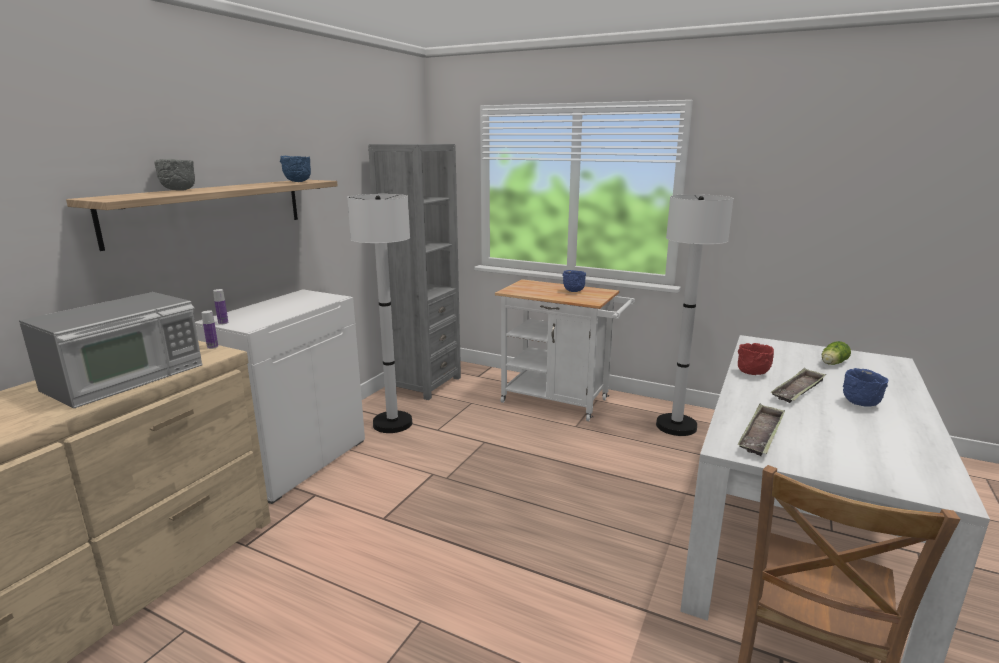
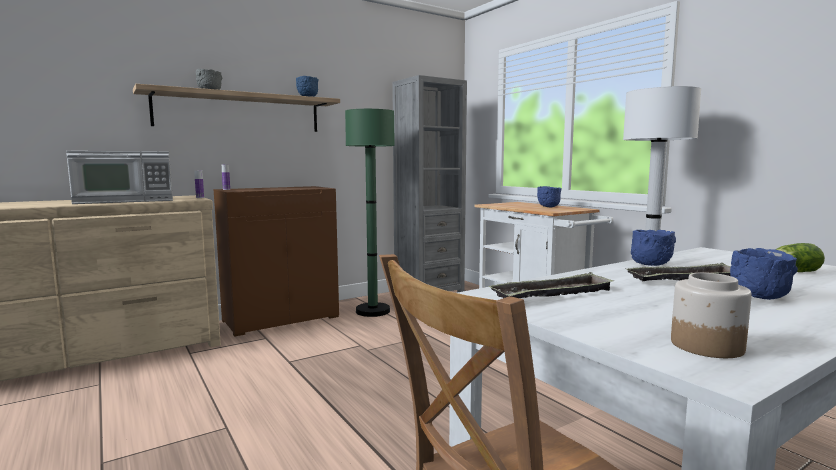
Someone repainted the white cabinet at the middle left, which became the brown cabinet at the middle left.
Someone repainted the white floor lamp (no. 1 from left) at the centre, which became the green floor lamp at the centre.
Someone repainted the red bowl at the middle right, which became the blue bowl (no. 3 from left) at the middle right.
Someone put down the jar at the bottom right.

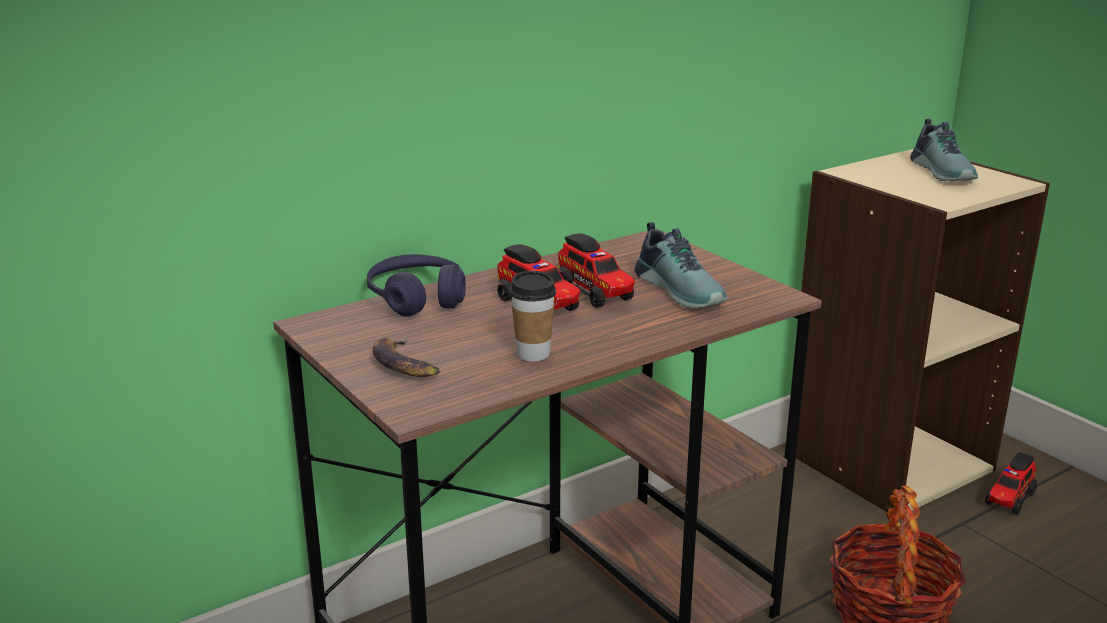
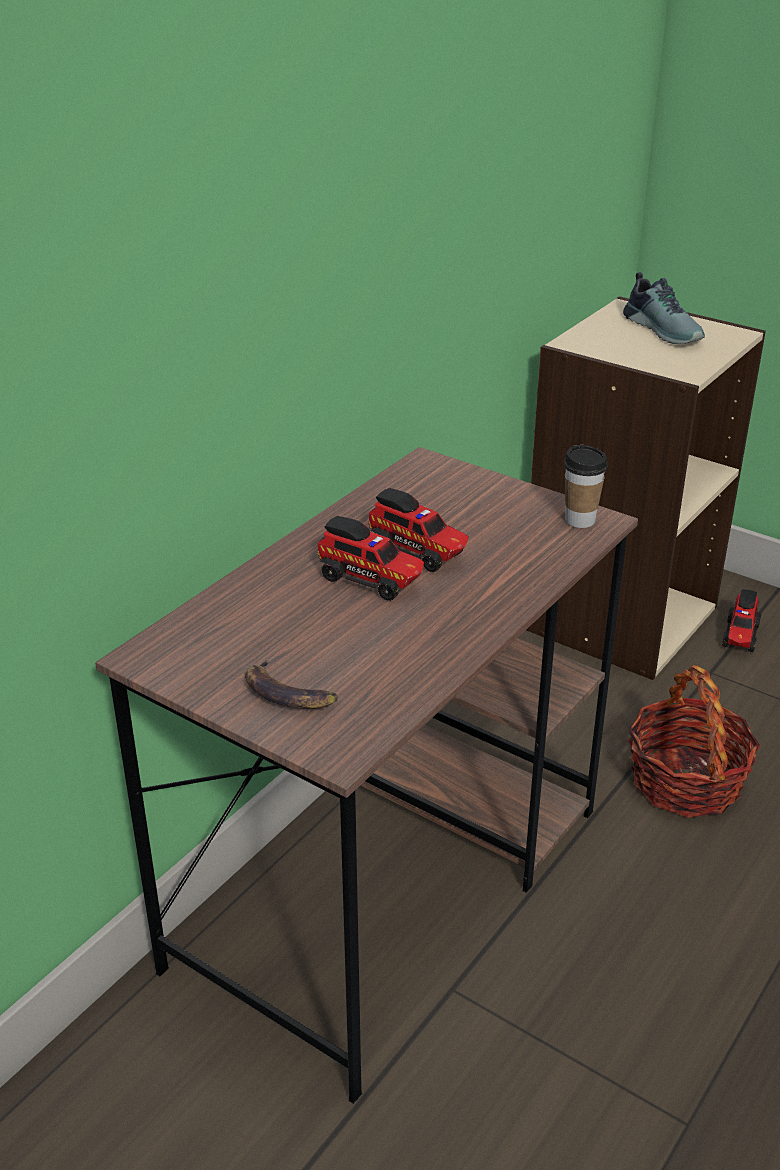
Someone carried the cup from the centre to the middle right.
Someone took away the purple headphones at the centre.
Someone took away the shoe (no. 1 from left) at the centre.

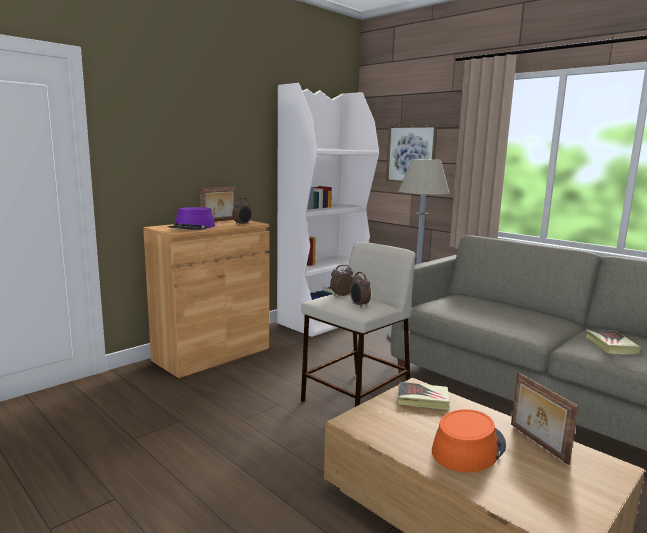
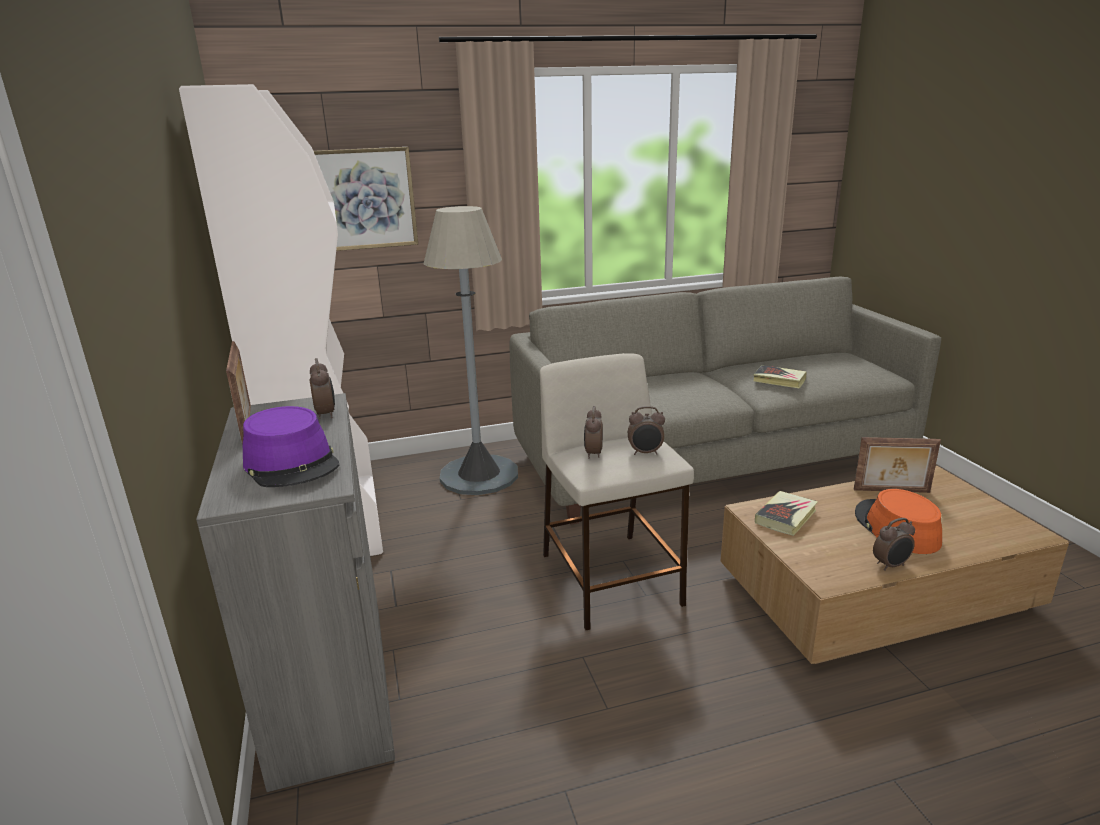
Someone repainted the brown cabinet at the middle left, which became the grey cabinet at the bottom left.
Someone put down the alarm clock (no. 4 from left) at the middle right.

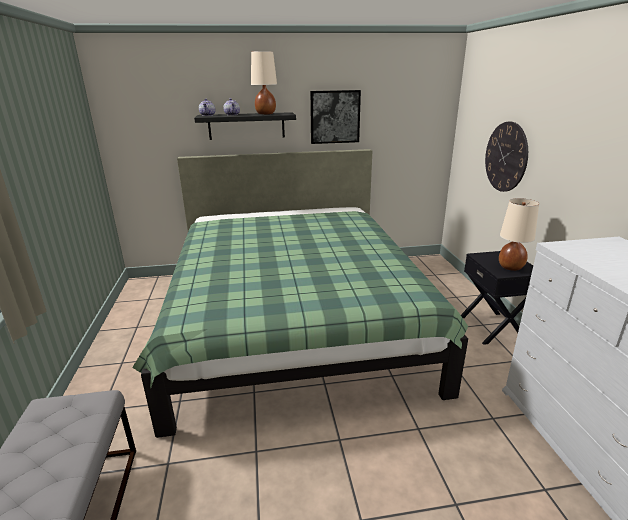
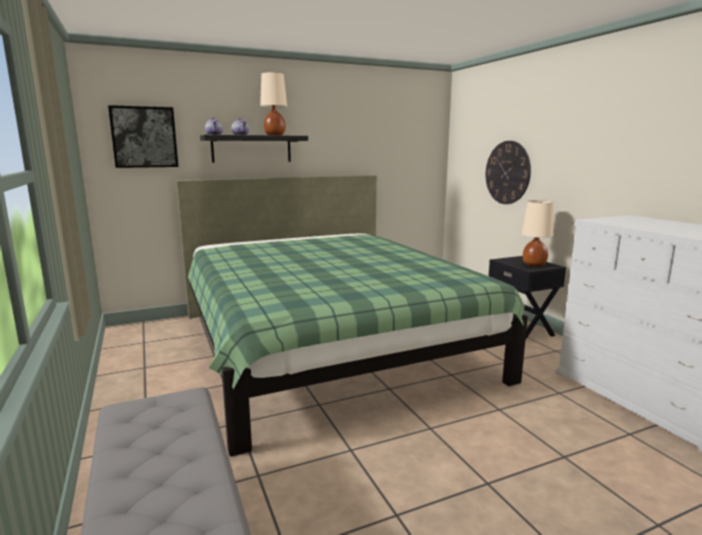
Someone carried the picture from the top centre to the top left.

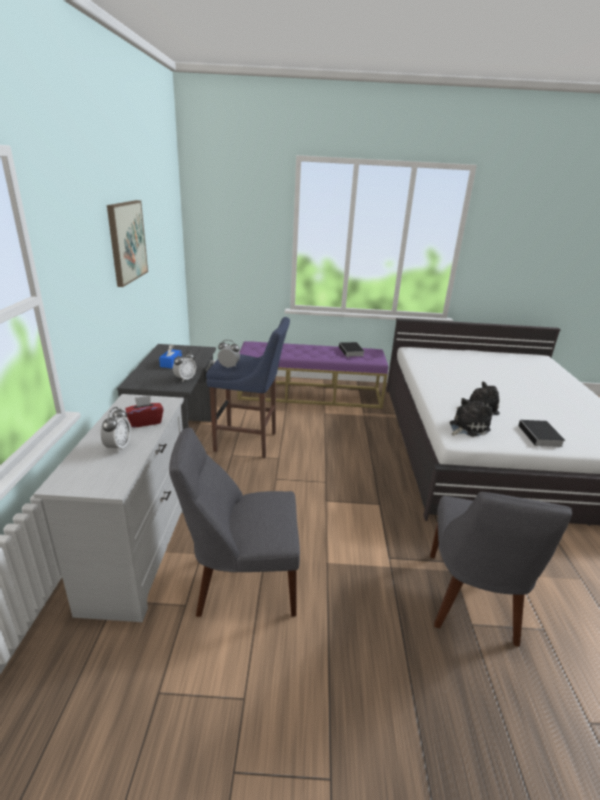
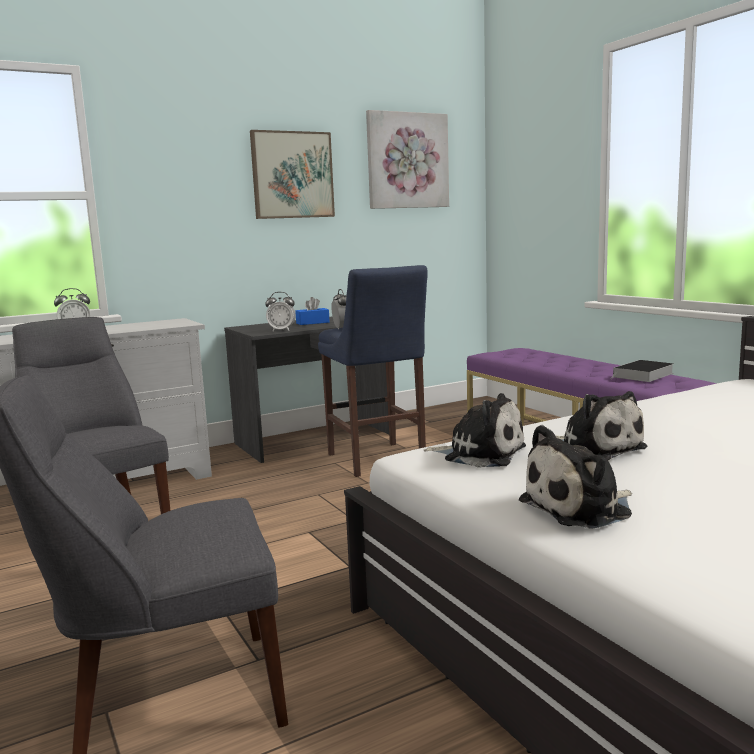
Someone put up the picture (no. 2 from left) at the top centre.
Someone swapped the book (no. 2 from left) at the middle right for the plush toy (no. 2 from left) at the middle right.
Someone took away the red tissue box at the middle left.

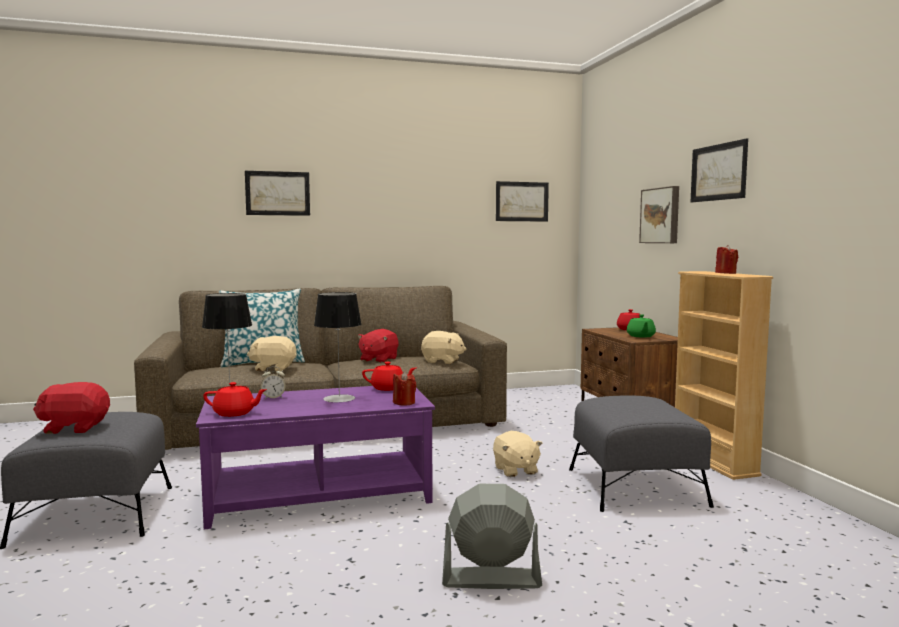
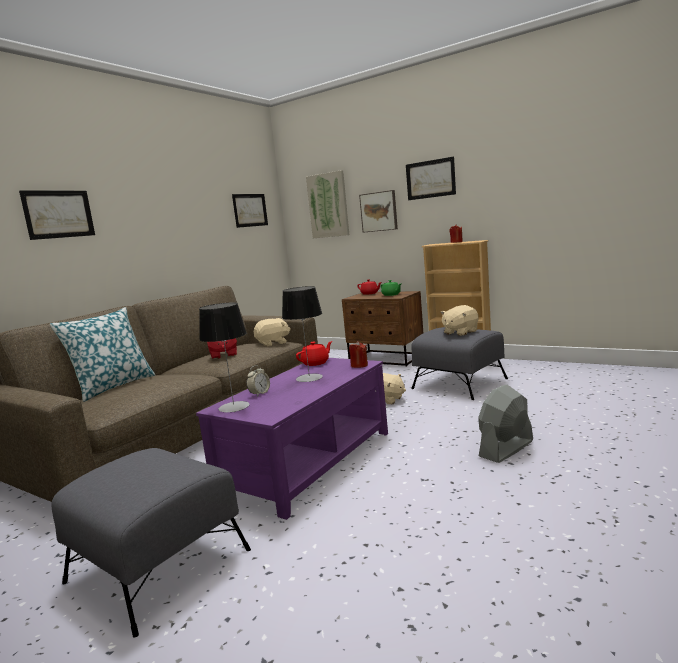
Someone put up the picture (no. 3 from left) at the top centre.
Someone carried the beige plush toy (no. 1 from left in the first image) from the middle left to the middle right.
Someone took away the red plush toy (no. 1 from left) at the middle left.
Someone took away the red teapot (no. 1 from left) at the middle left.

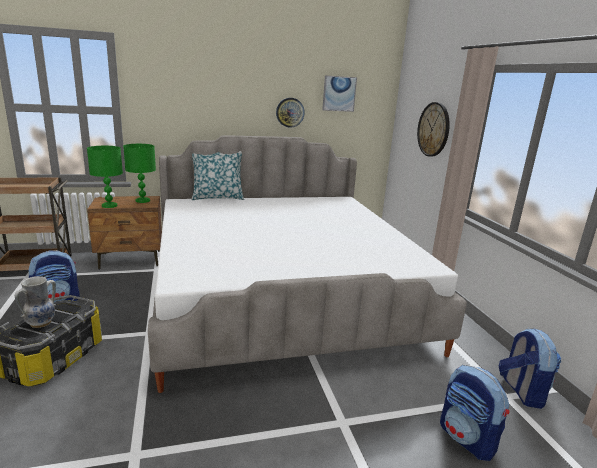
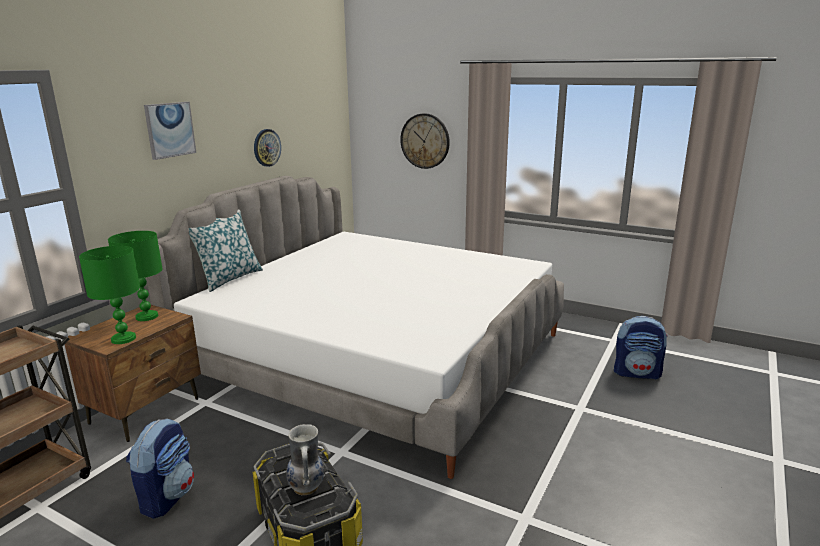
Someone carried the picture from the top centre to the top left.
Someone took away the backpack (no. 3 from left) at the bottom right.

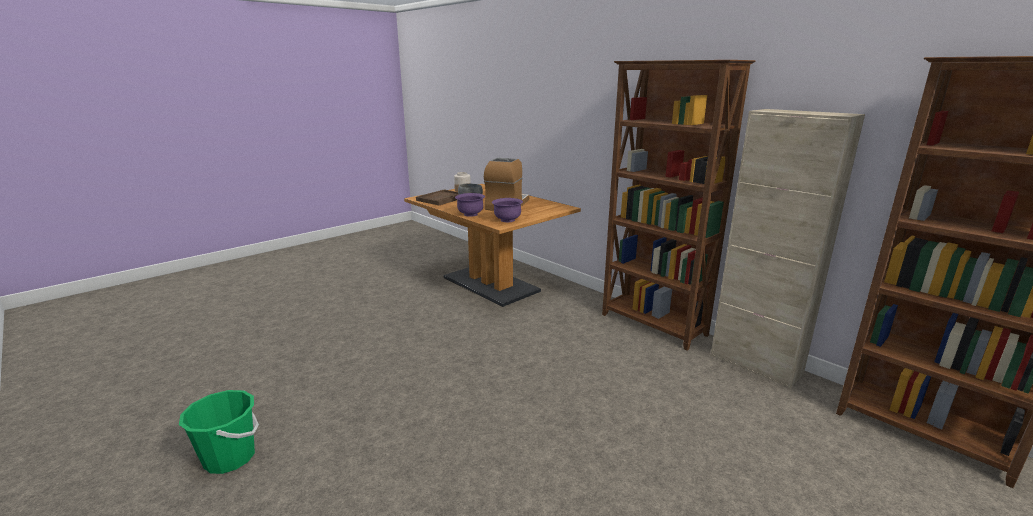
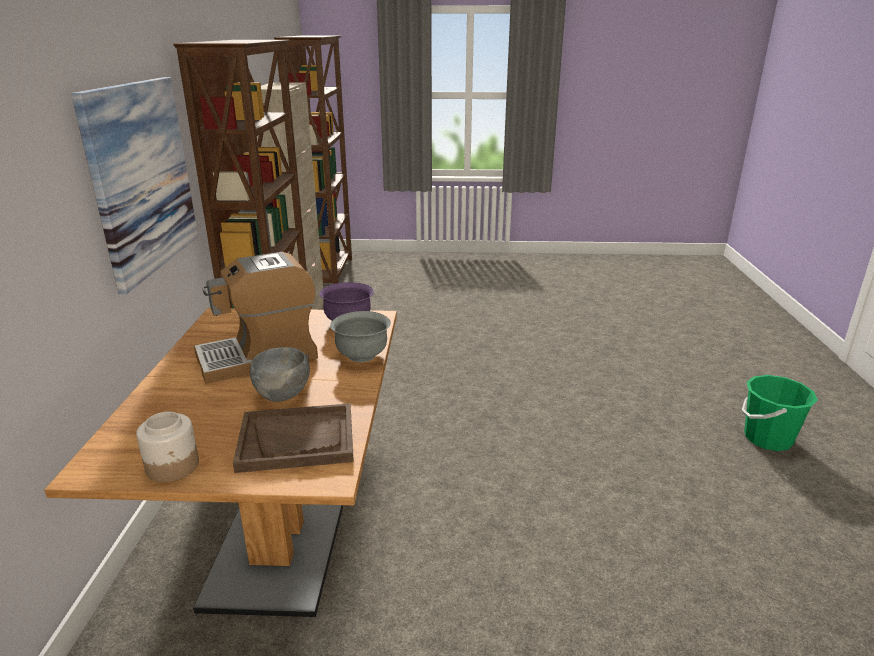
Someone put up the picture at the top left.
Someone repainted the purple bowl (no. 1 from left) at the centre, which became the grey bowl (no. 2 from left) at the centre.

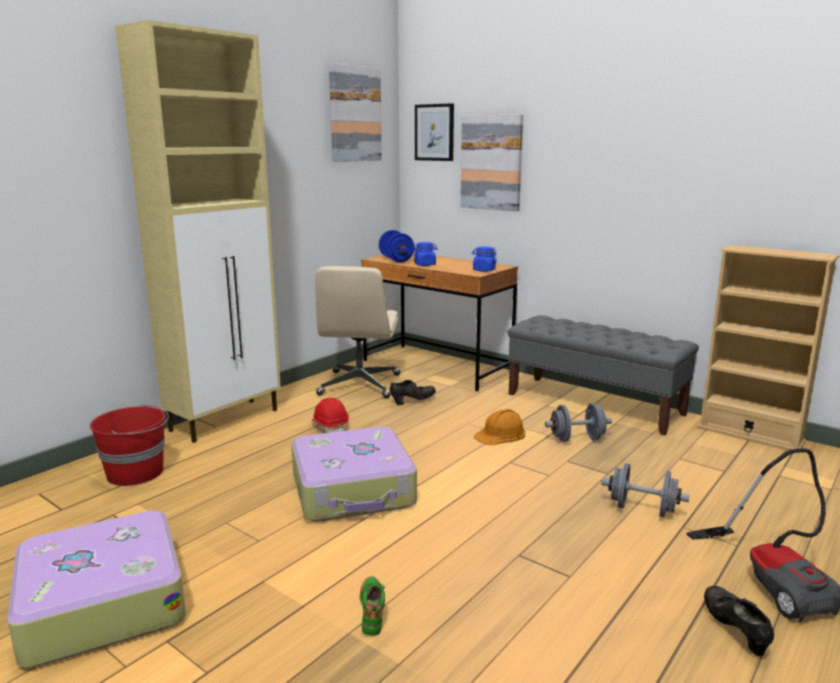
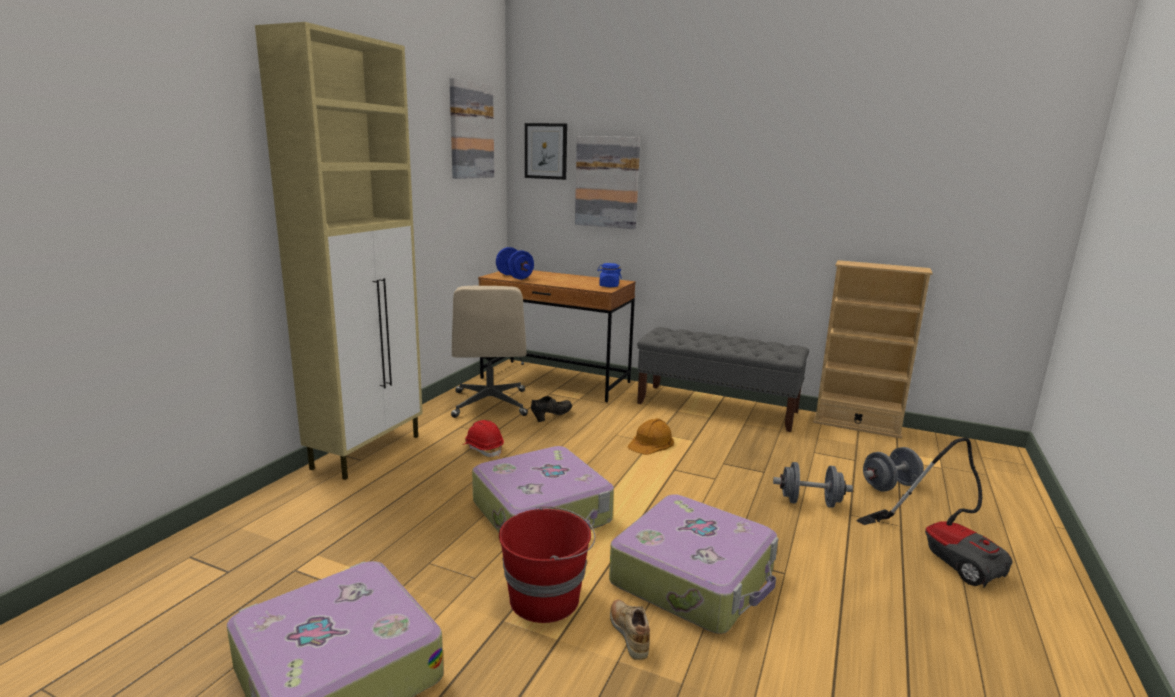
Someone carried the red bucket from the middle left to the bottom centre.
Someone put down the suitcase (no. 3 from left) at the bottom centre.
Someone repainted the green shoe at the bottom centre, which became the beige shoe at the bottom centre.
Someone carried the grey dumbbell (no. 1 from left in the first image) from the middle right to the bottom right.
Someone took away the blue jar (no. 1 from left) at the centre.
Someone took away the black shoe (no. 2 from left) at the bottom right.

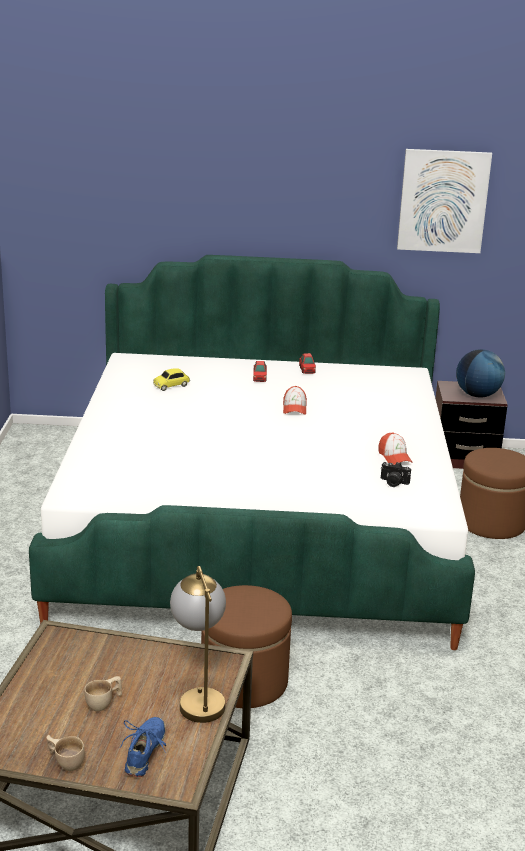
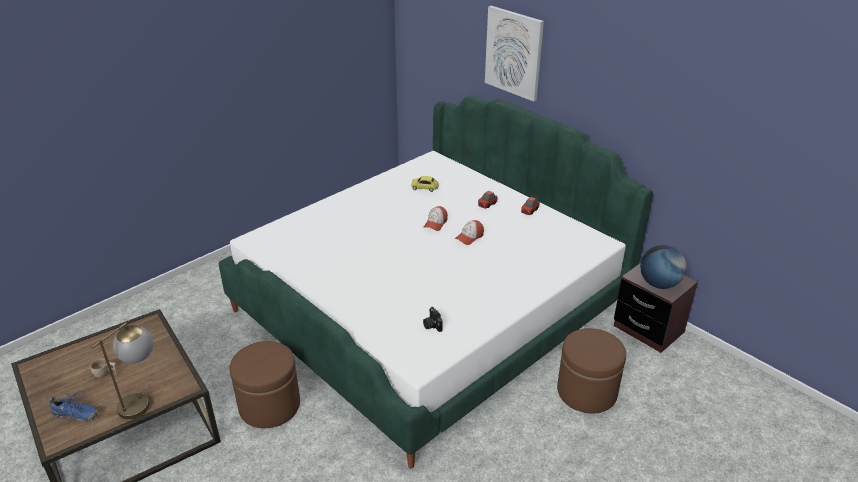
Someone rotated the blue shoe at the bottom left by 45 degrees clockwise.
Someone carried the cap (no. 2 from left in the first image) from the middle right to the centre.
Someone carried the picture from the top right to the top centre.
Someone took away the beige cup (no. 1 from left) at the bottom left.

